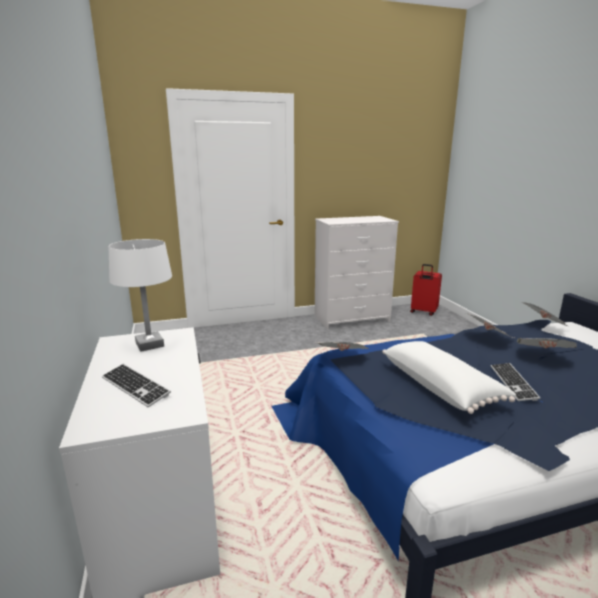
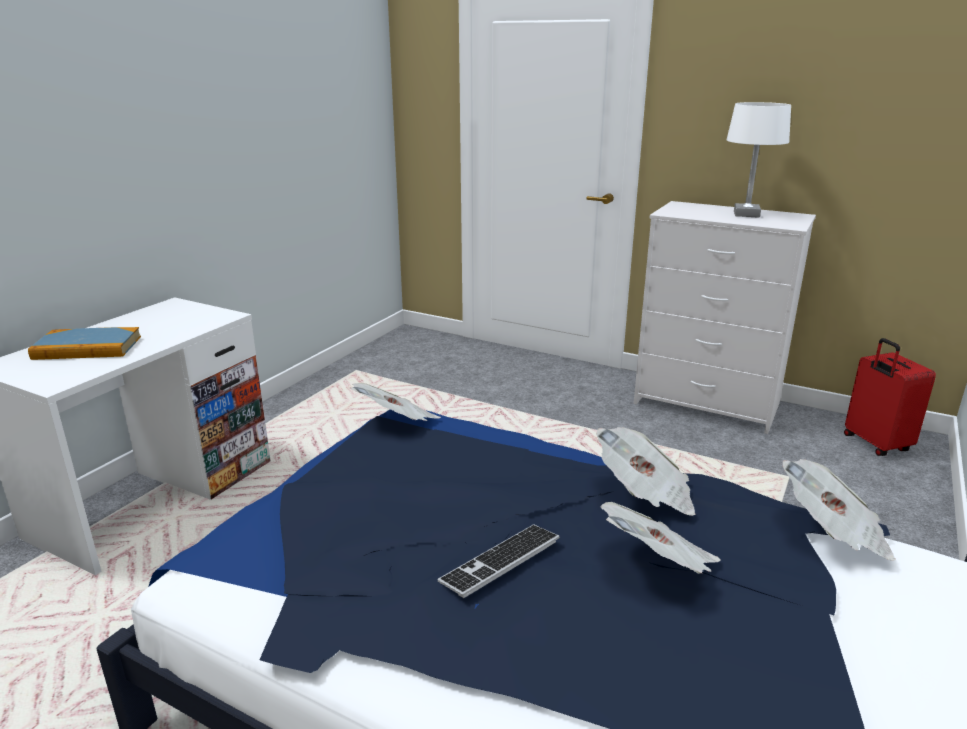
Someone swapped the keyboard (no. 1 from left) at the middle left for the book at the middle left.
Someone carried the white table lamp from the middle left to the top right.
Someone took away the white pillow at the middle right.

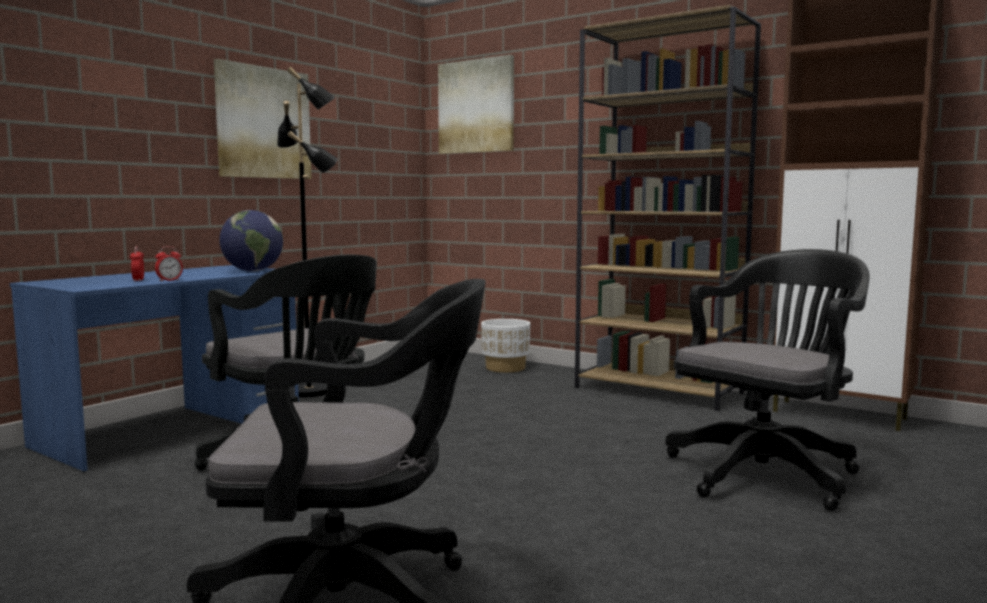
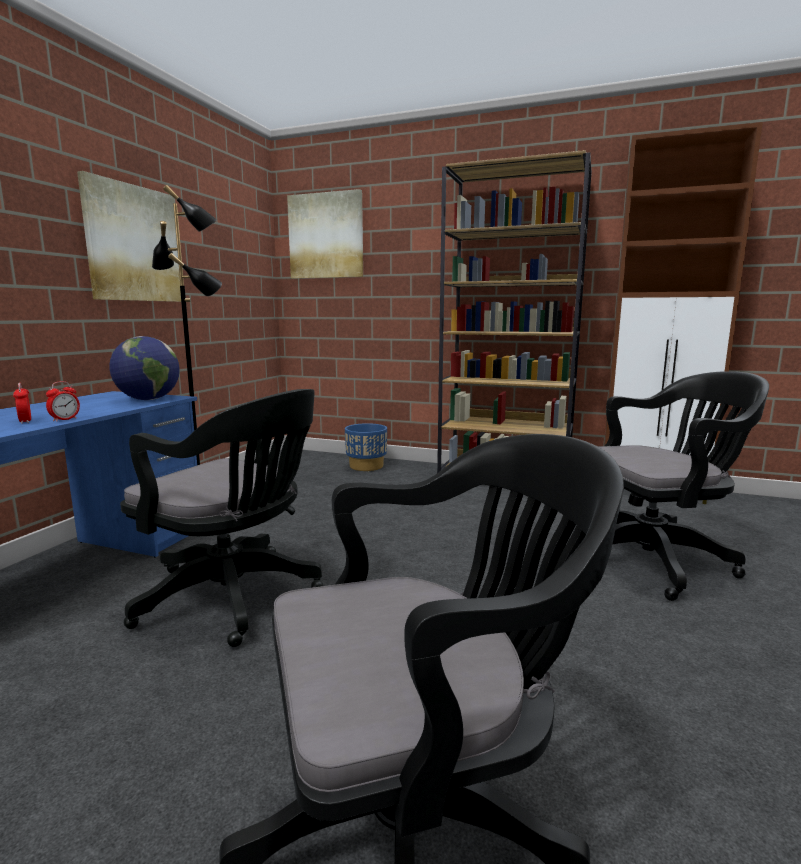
Someone repainted the white planter at the centre, which became the blue planter at the centre.
Someone rotated the black office chair (no. 3 from left) at the middle right by 45 degrees clockwise.

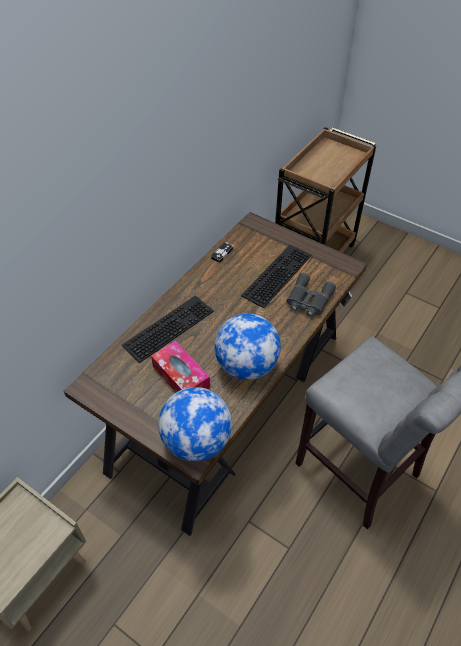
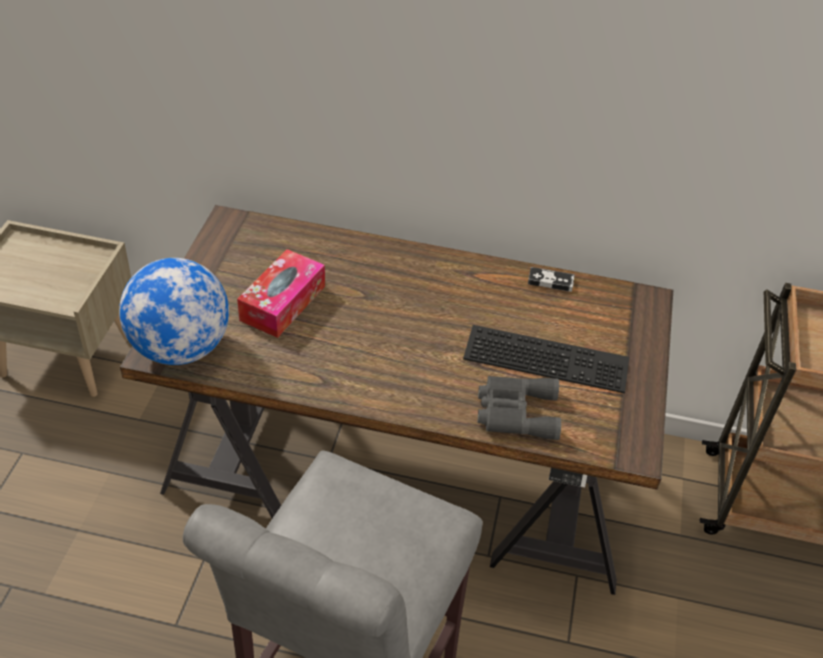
Someone took away the keyboard (no. 1 from left) at the centre.
Someone took away the globe (no. 2 from left) at the centre.

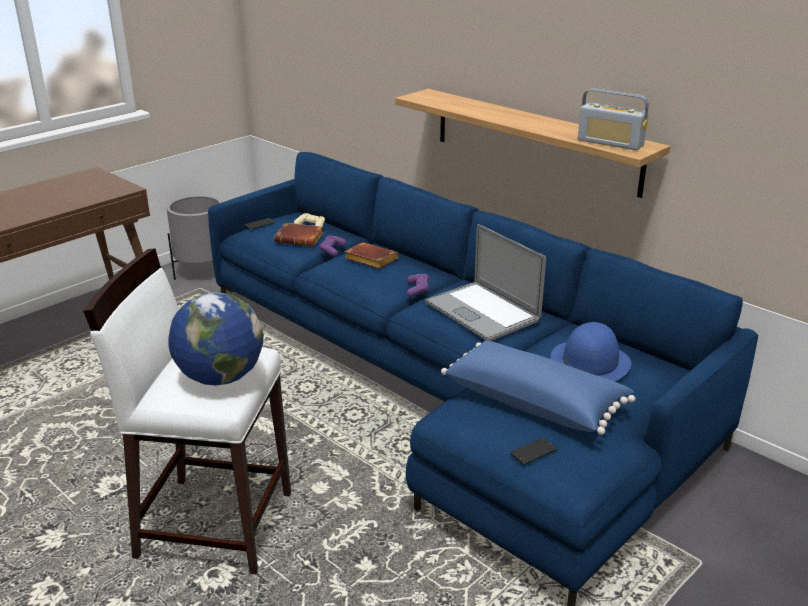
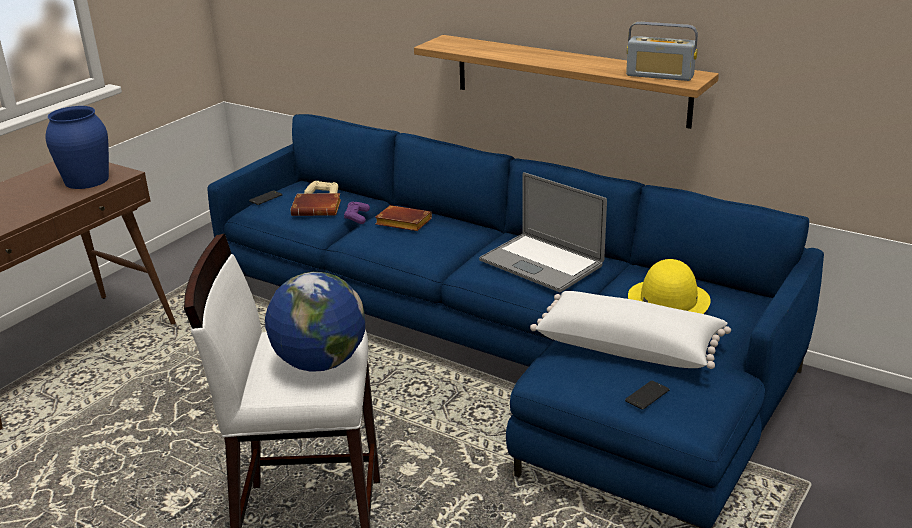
Someone put down the blue vase at the top left.
Someone repainted the blue pillow at the centre, which became the white pillow at the middle right.
Someone repainted the blue hat at the middle right, which became the yellow hat at the middle right.
Someone took away the grey planter at the middle left.
Someone took away the purple game controller (no. 2 from left) at the centre.

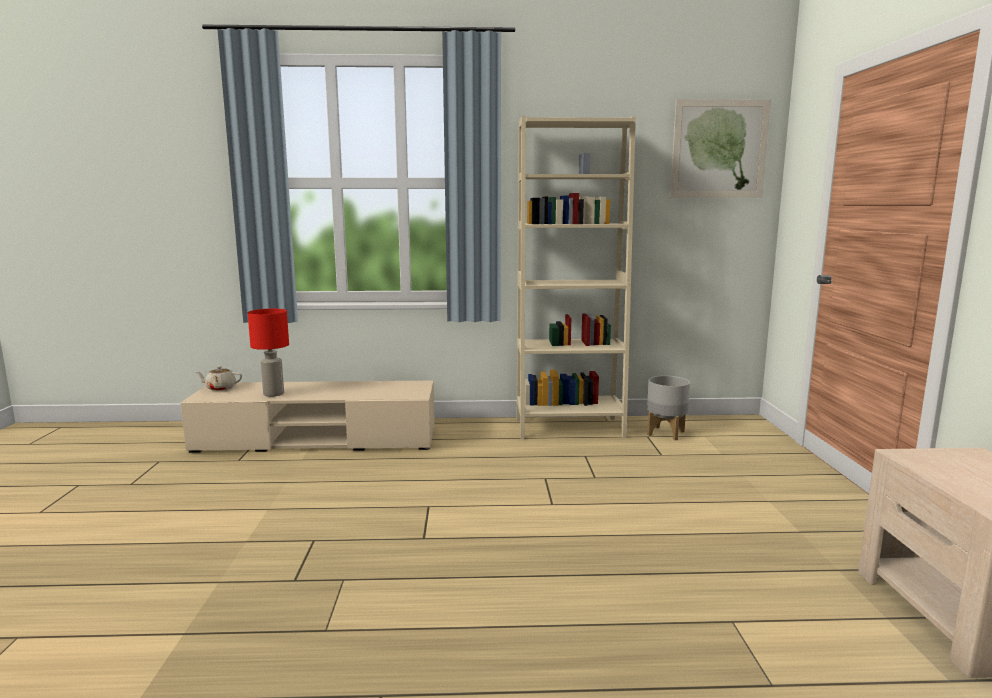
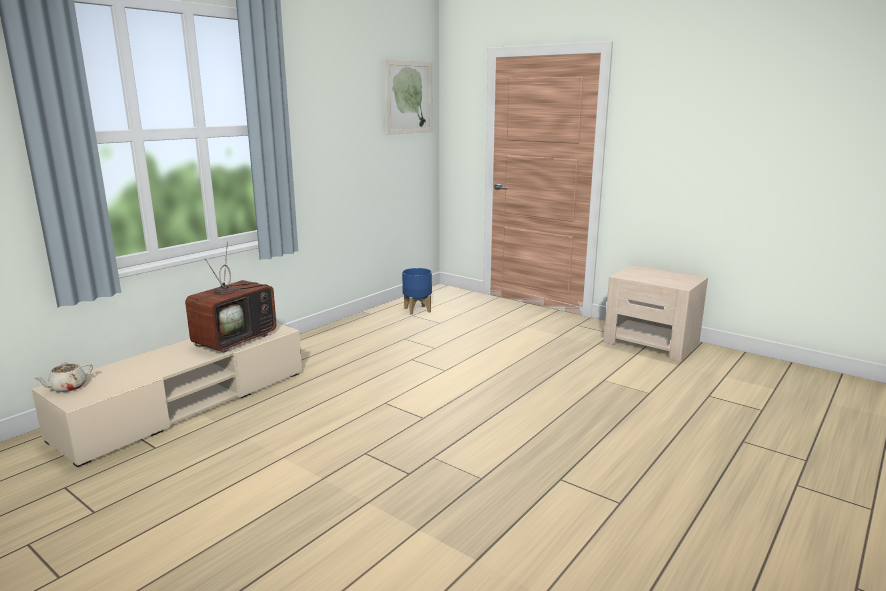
Someone put down the television at the middle left.
Someone repainted the grey planter at the middle right, which became the blue planter at the centre.
Someone took away the red table lamp at the middle left.
Someone took away the beige bookcase at the centre.

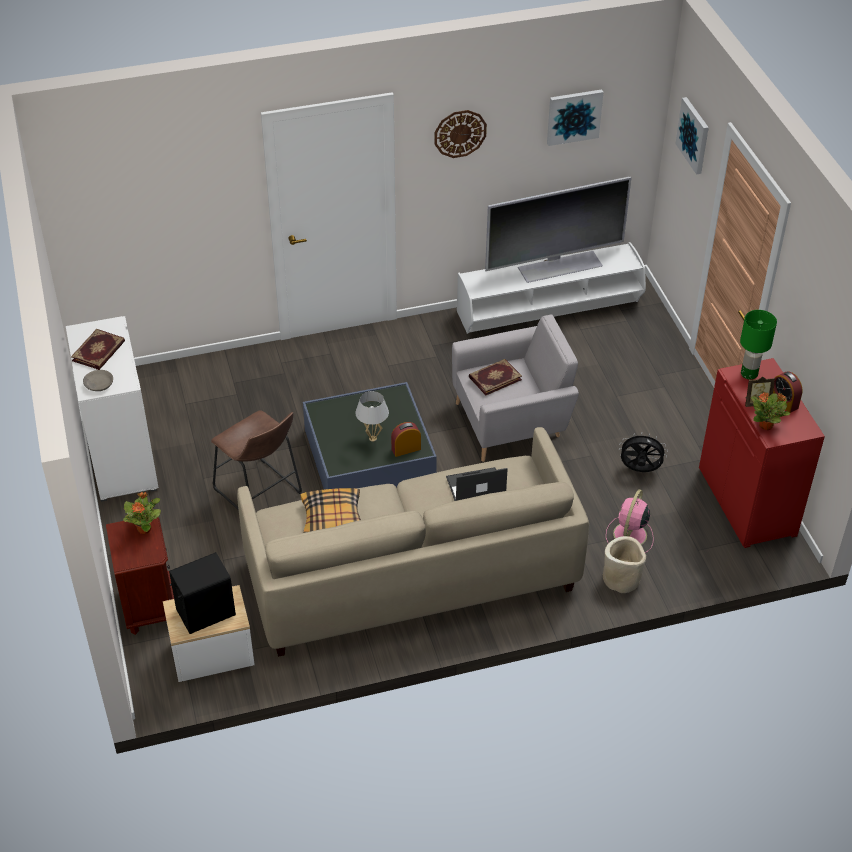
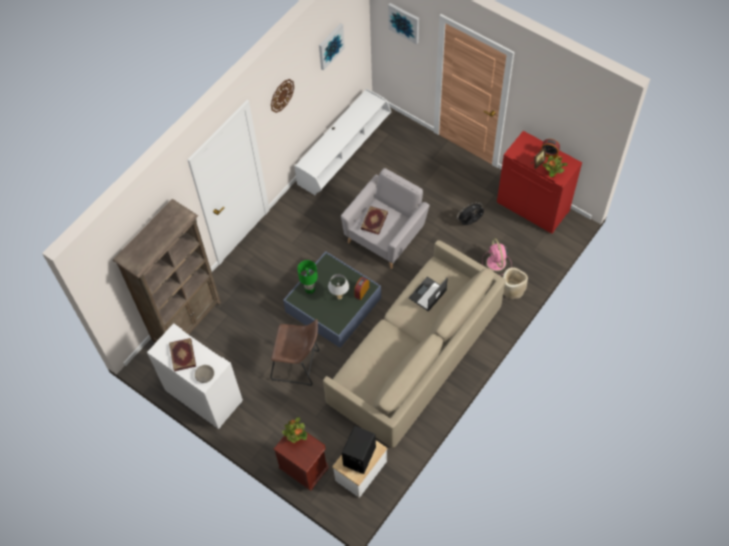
Someone put down the brown bookcase at the middle left.
Someone carried the green table lamp from the middle right to the centre.
Someone took away the pillow at the centre.
Someone took away the television at the top centre.

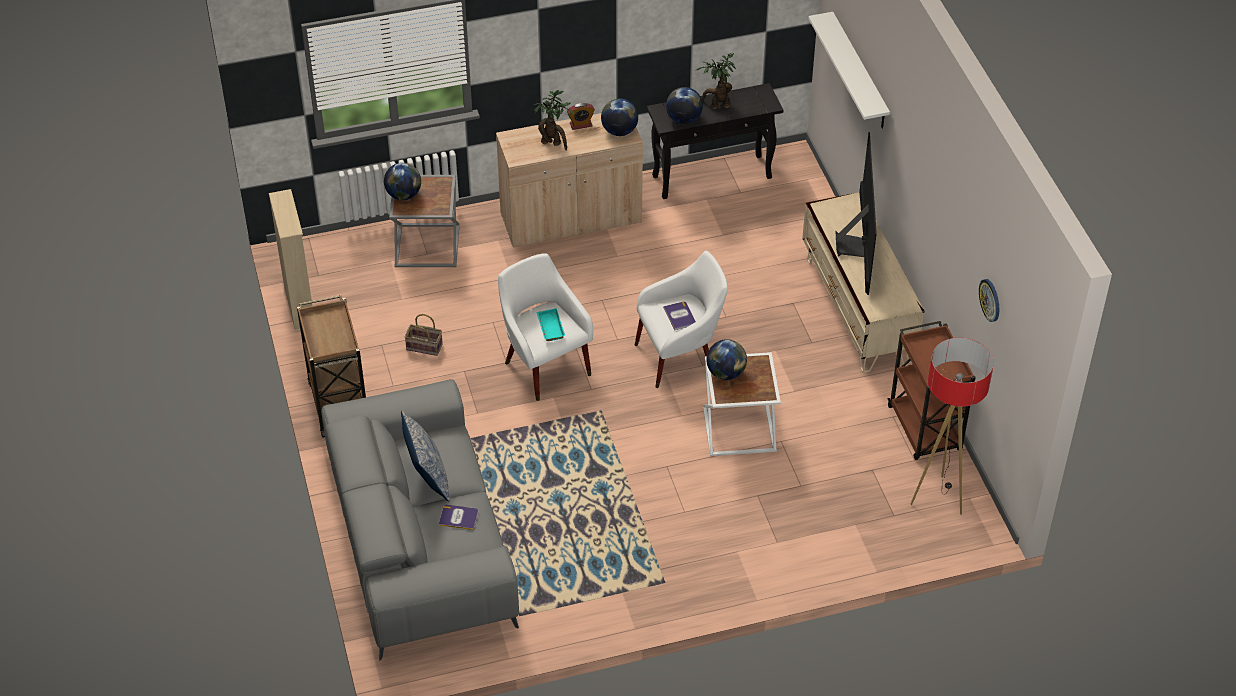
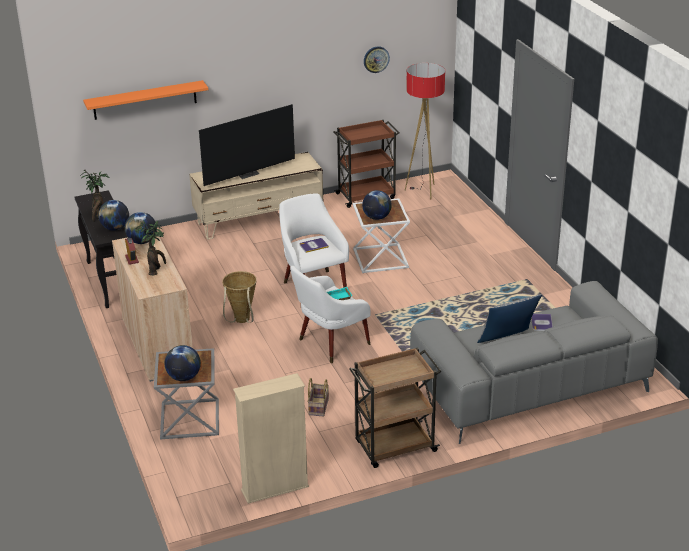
Someone repainted the white shelf at the top right, which became the orange shelf at the top left.
Someone rotated the television at the top right by 150 degrees clockwise.
Someone put down the basket (no. 1 from left) at the centre.

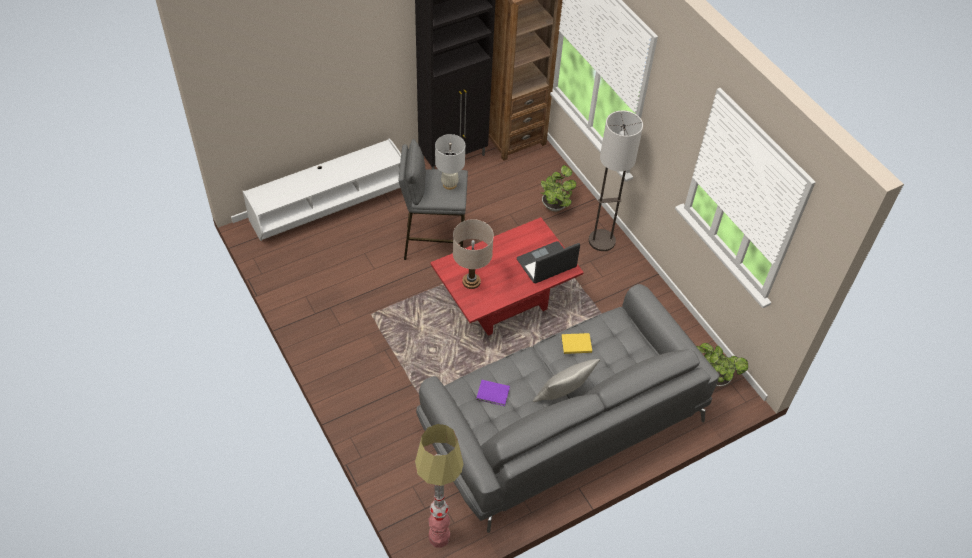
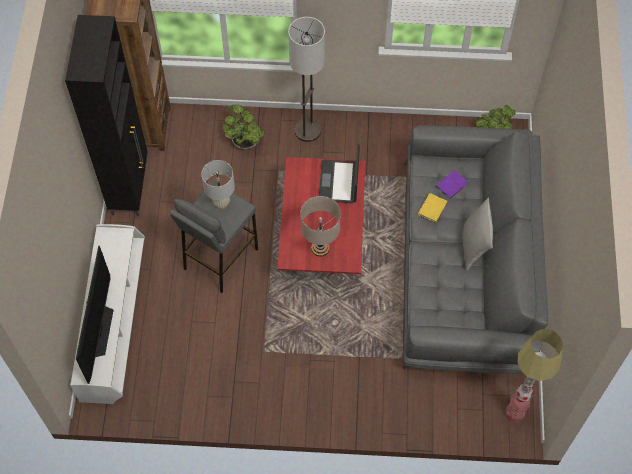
Someone put down the television at the middle left.
Someone carried the purple book from the bottom centre to the middle right.

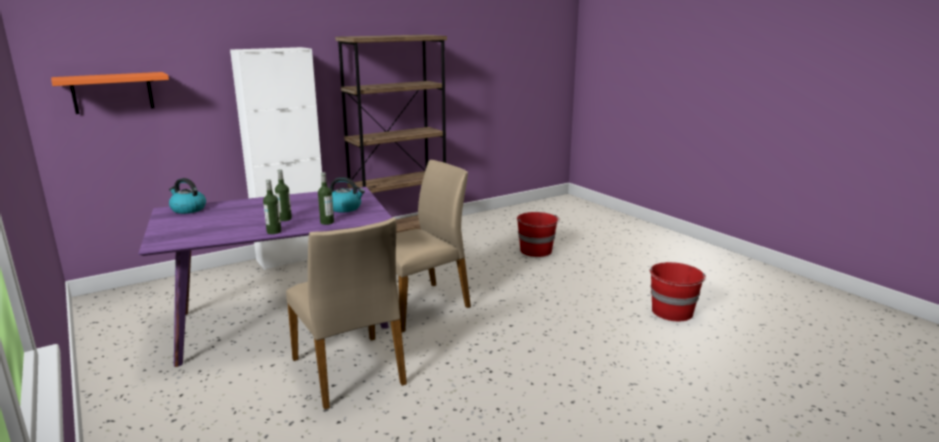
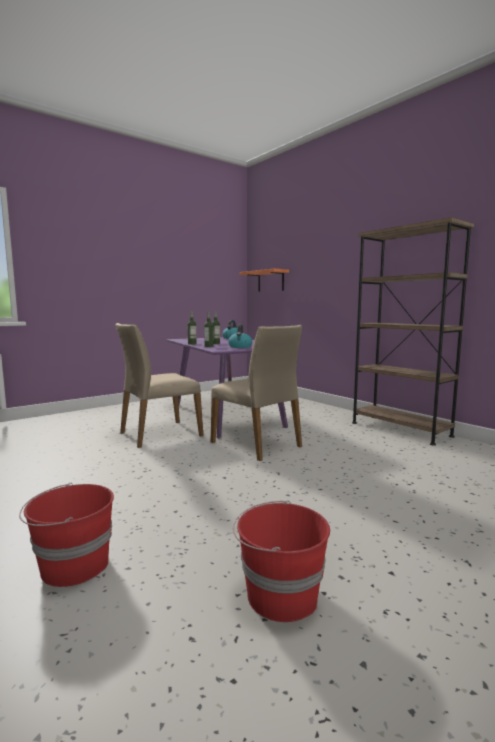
Someone carried the red bucket (no. 1 from left) from the centre to the bottom left.
Someone took away the white cabinet at the middle left.

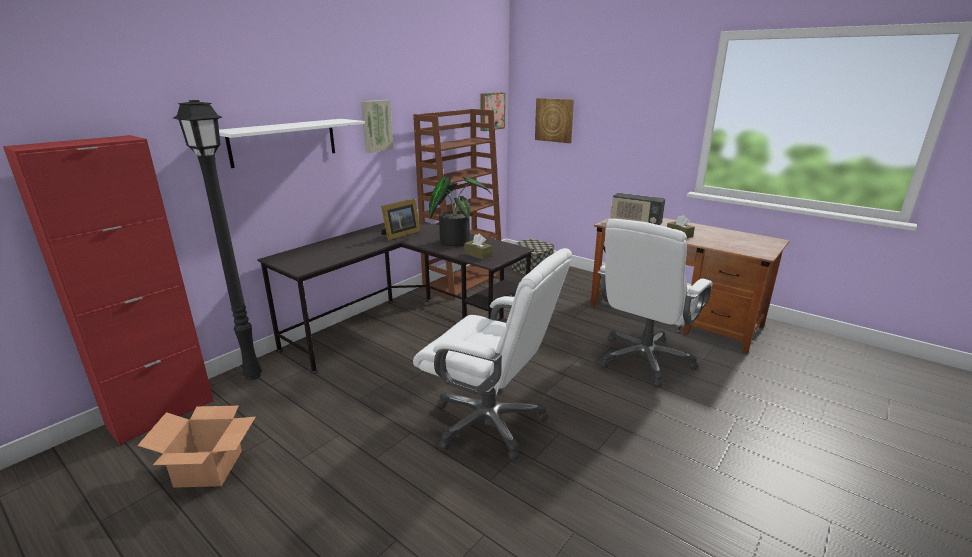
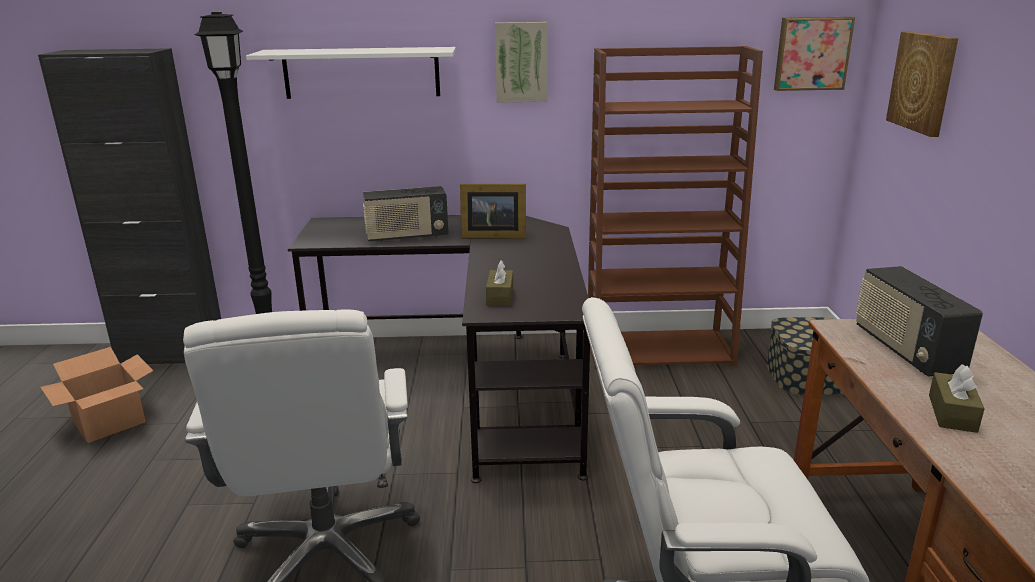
Someone repainted the red cabinet at the middle left, which became the black cabinet at the middle left.
Someone put down the radio (no. 1 from left) at the centre.
Someone took away the potted plant at the centre.

